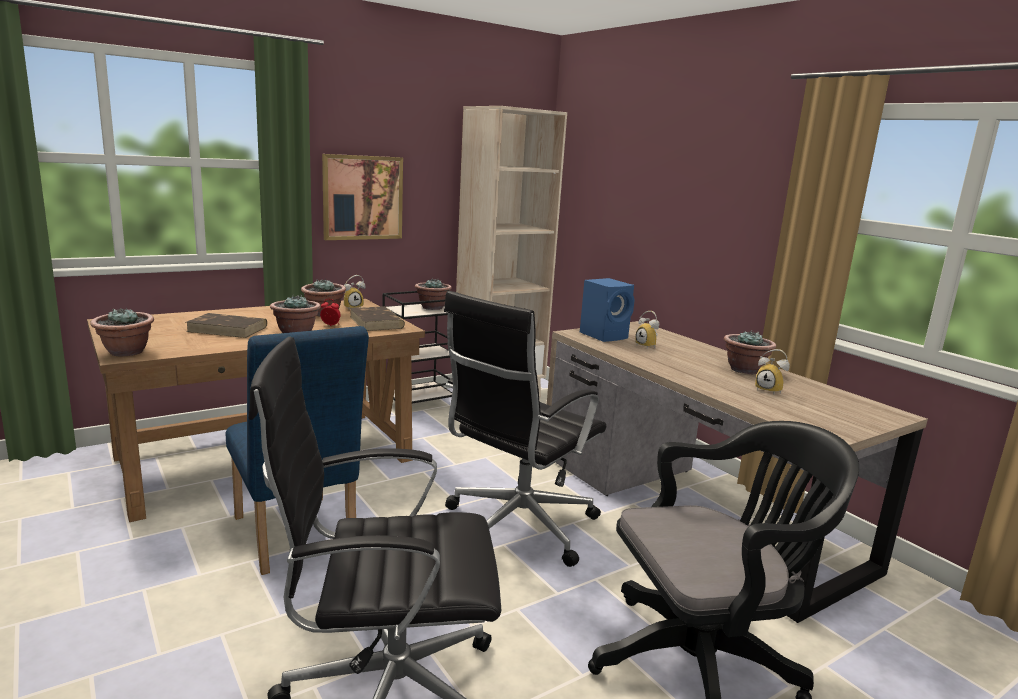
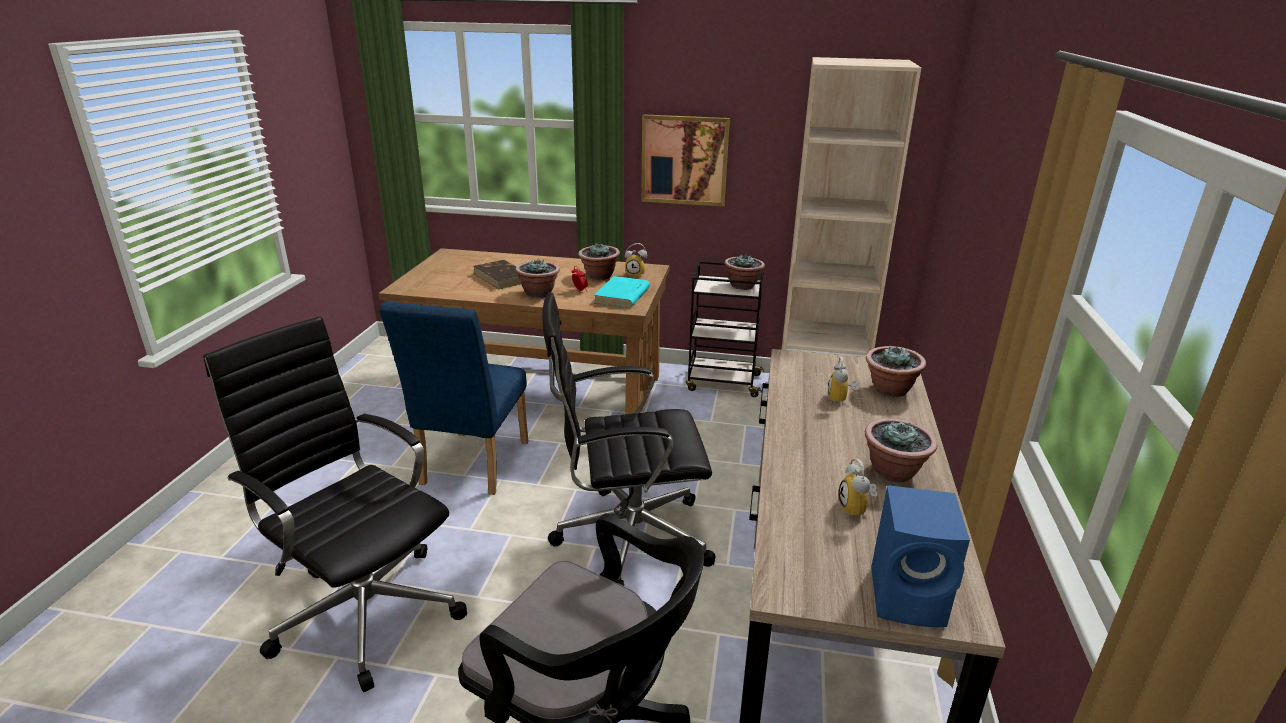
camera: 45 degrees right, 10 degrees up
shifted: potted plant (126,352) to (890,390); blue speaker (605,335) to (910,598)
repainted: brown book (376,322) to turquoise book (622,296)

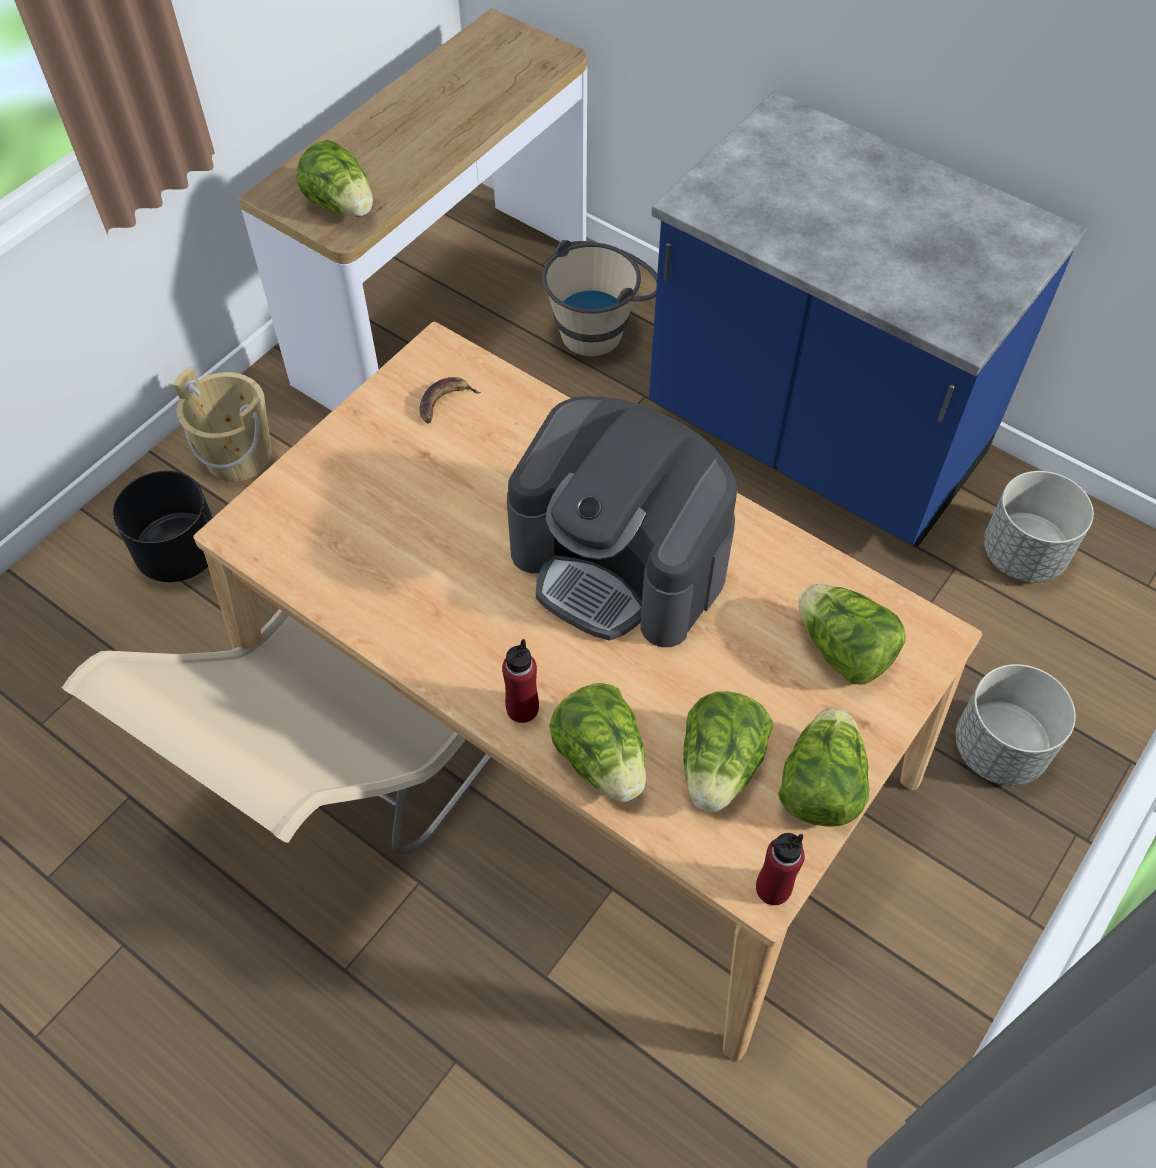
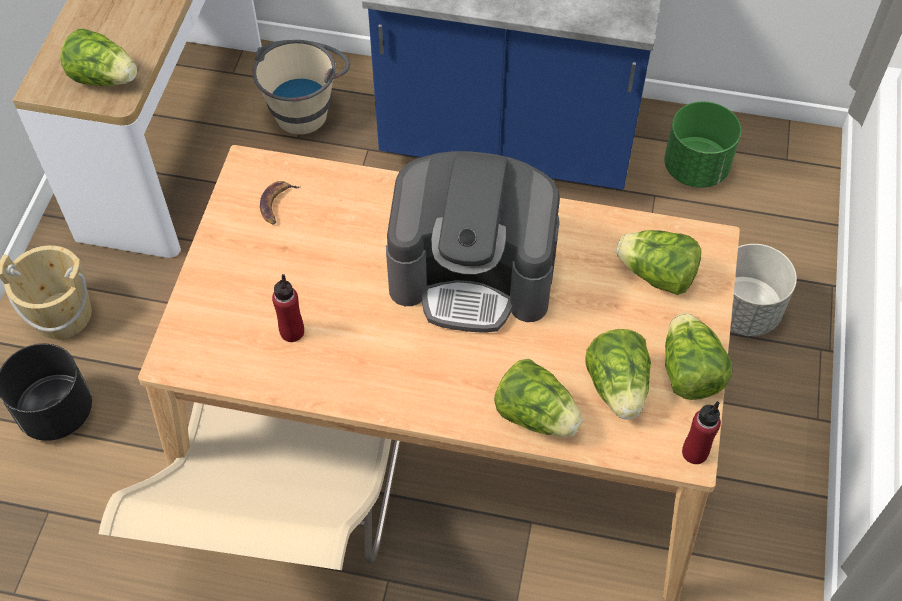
camera: 25 degrees left, 0 degrees up
shifted: red bottle (522,708) to (292,332)
repainted: grey planter (1023,554) to green planter (696,168)

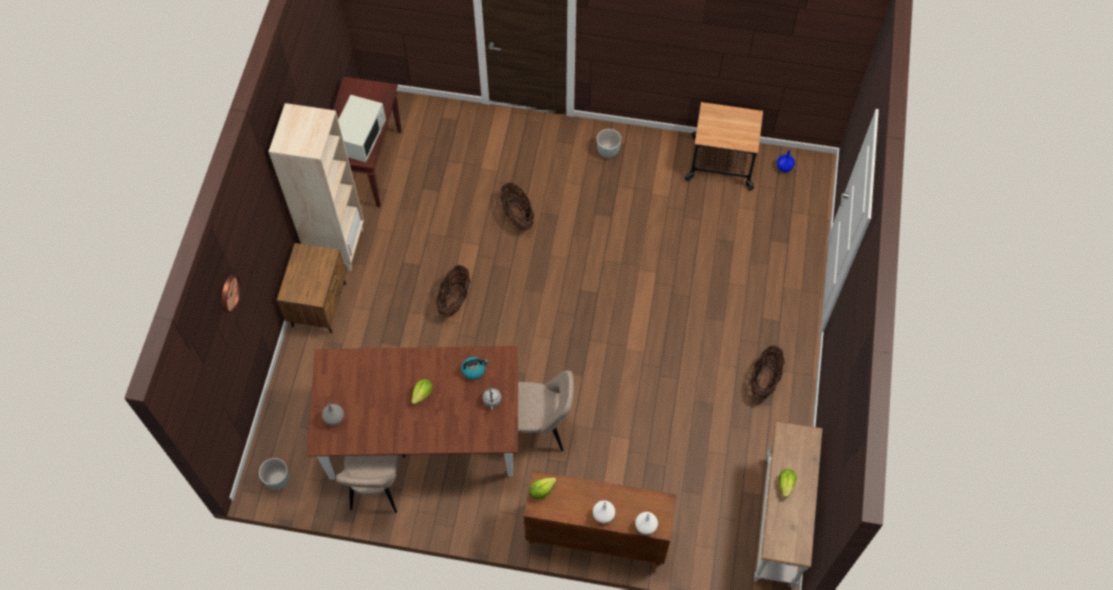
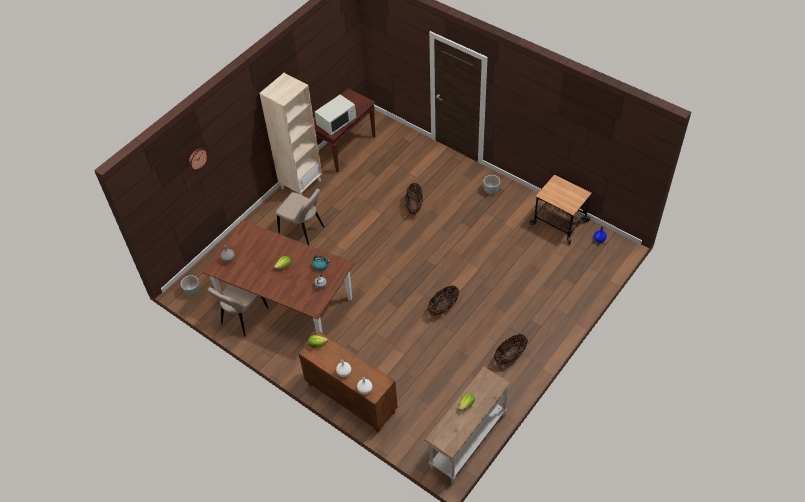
camera: 30 degrees right, 10 degrees down
gone: brown nightstand (320,305)
shifted: basket (454,299) to (443,307); beige chair (538,428) to (303,231)

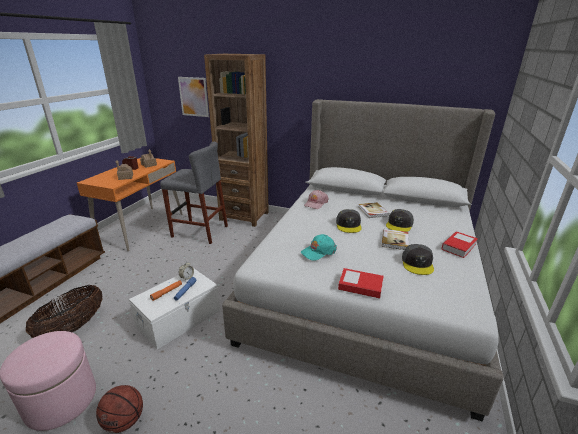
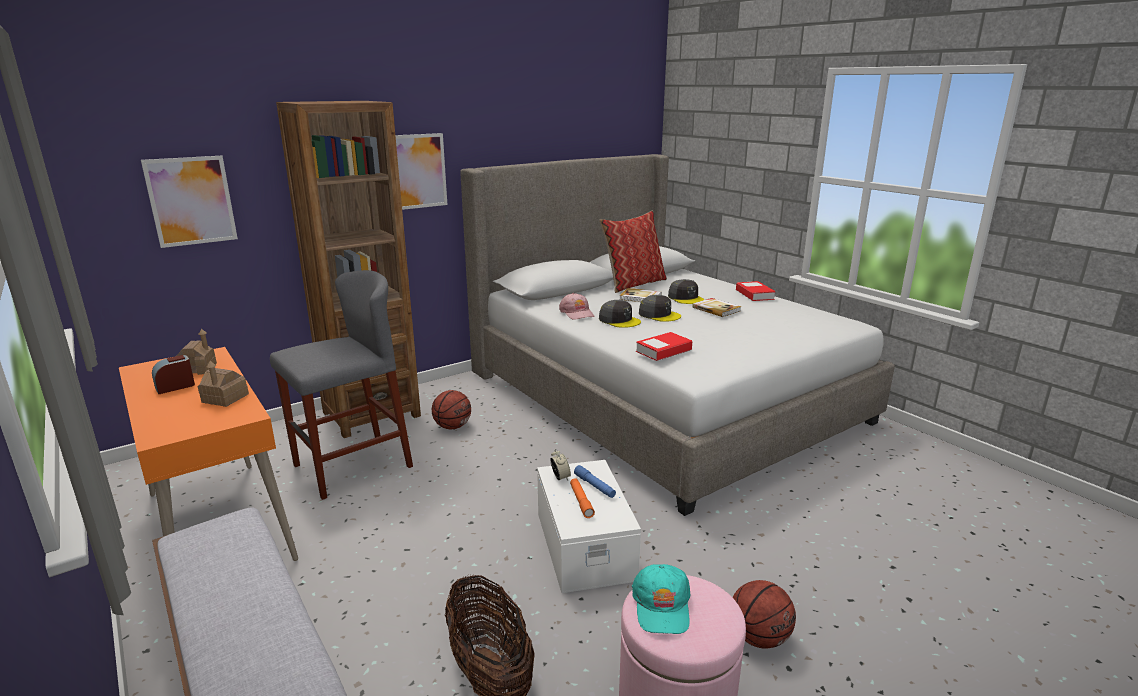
camera: 55 degrees left, 5 degrees down
new: picture (417,171); basketball (452,426); pillow (633,284)
shifted: turquoise cap (318,251) to (662,606); book (360,286) to (663,351); grey cap (417,263) to (619,320)

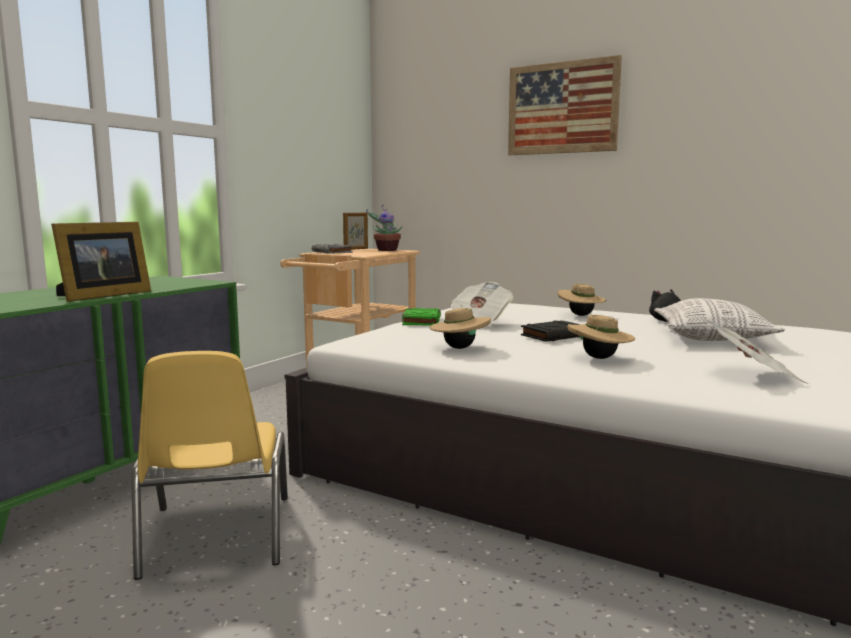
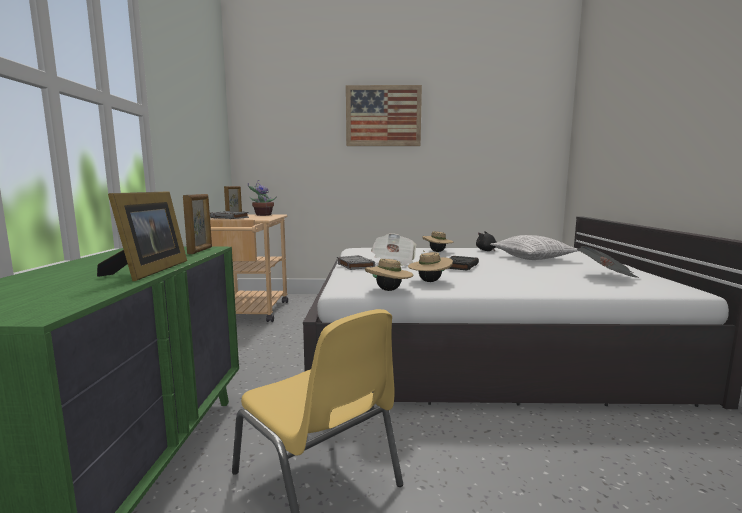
camera: 30 degrees left, 0 degrees up
new: picture frame (200,250)
shifted: beige hat (599,358) to (389,290)
repainted: green book (421,321) to grey book (354,265)

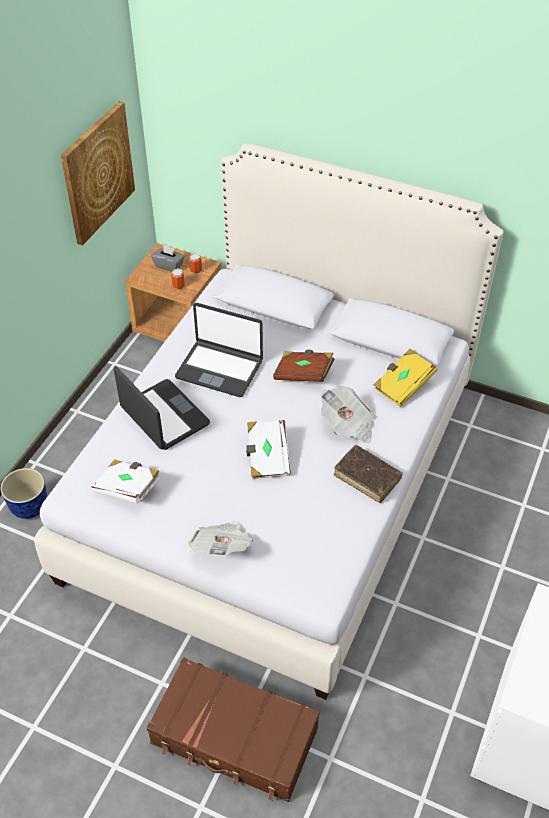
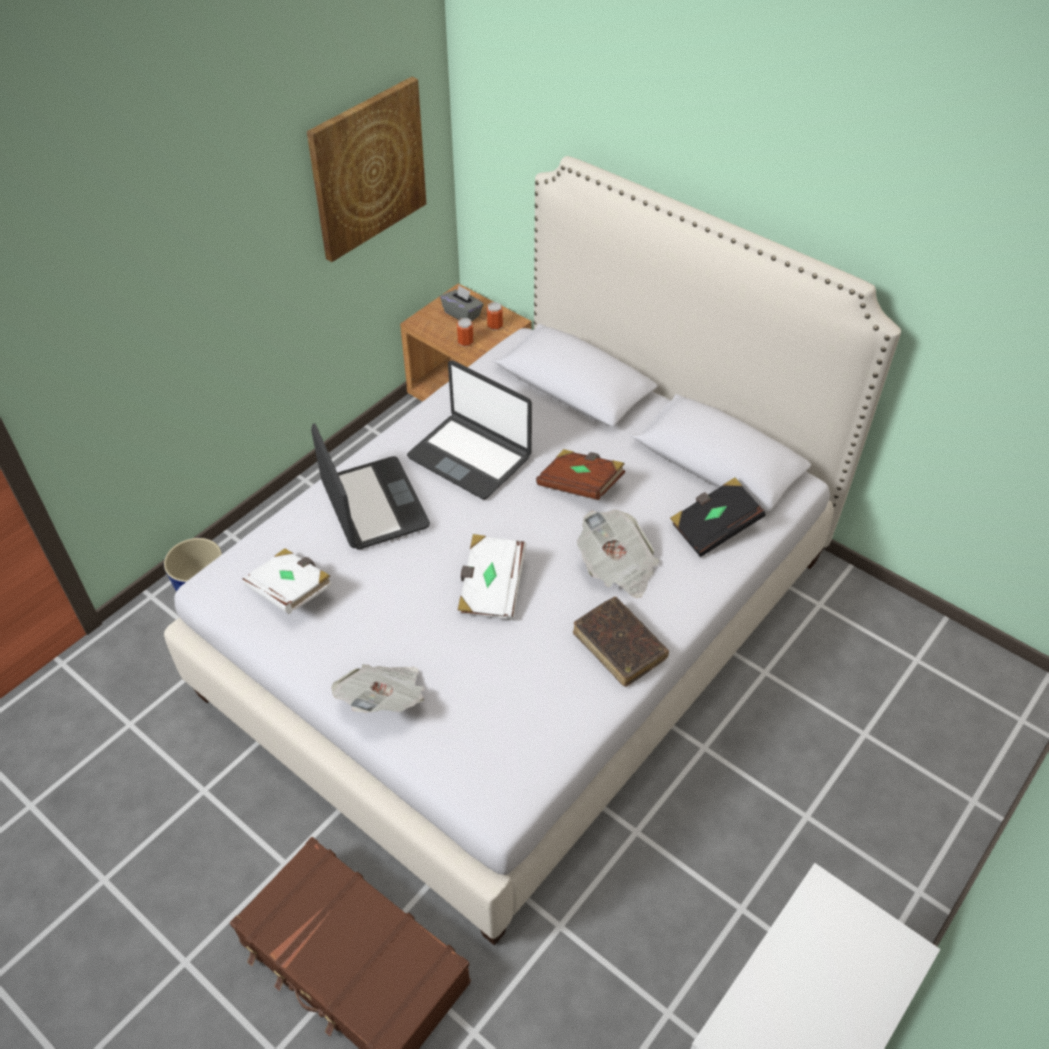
camera: 15 degrees right, 0 degrees up
repainted: yellow book (403,385) to black book (714,527)

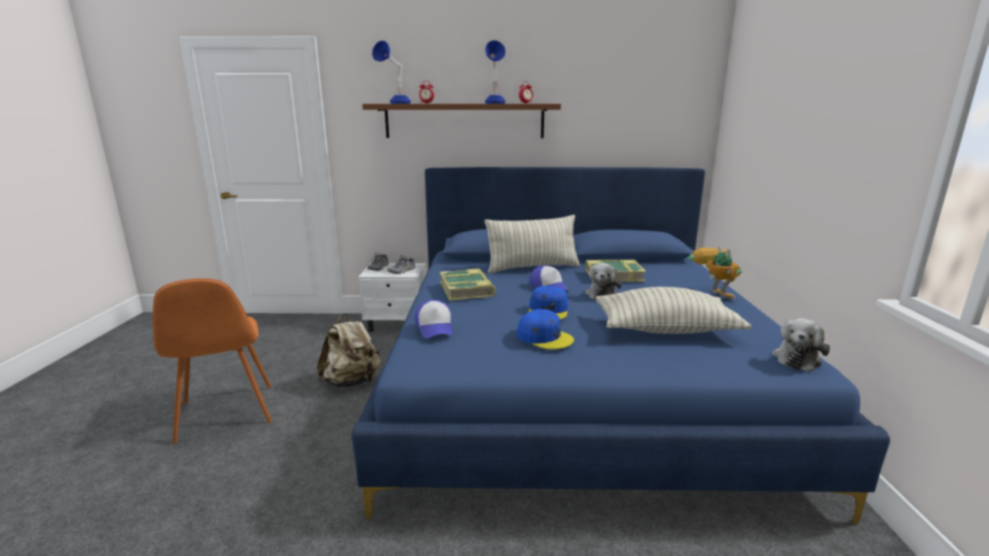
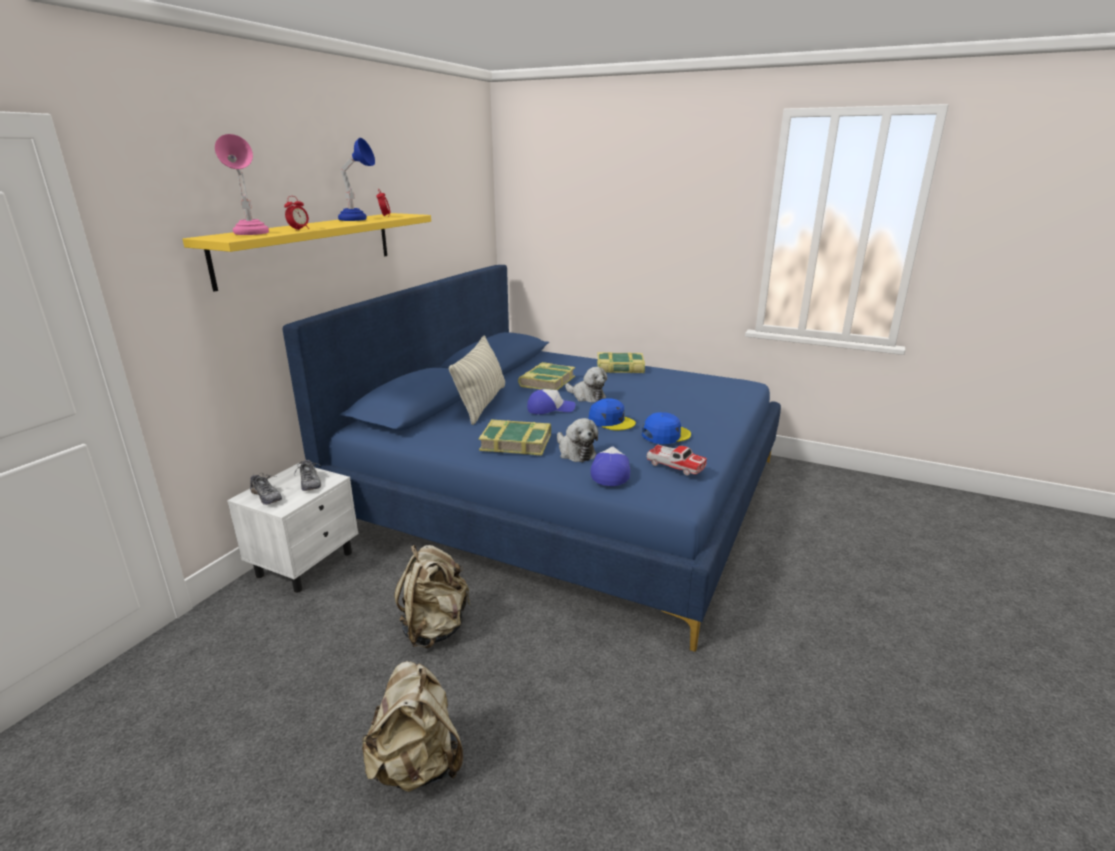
camera: 65 degrees left, 5 degrees up
gone: pillow (665,330)
new: toy car (675,465)
shifted: plush toy (797,358) to (575,452)
swapped: orange chair (226,414) to beige backpack (417,765); toy robot (711,294) to book (620,368)
repainted: brown shelf (464,121) to yellow shelf (308,247); blue table lamp (395,103) to pink table lamp (251,234)
rotated: cap (435,327) = (610,472) 90 degrees counterclockwise

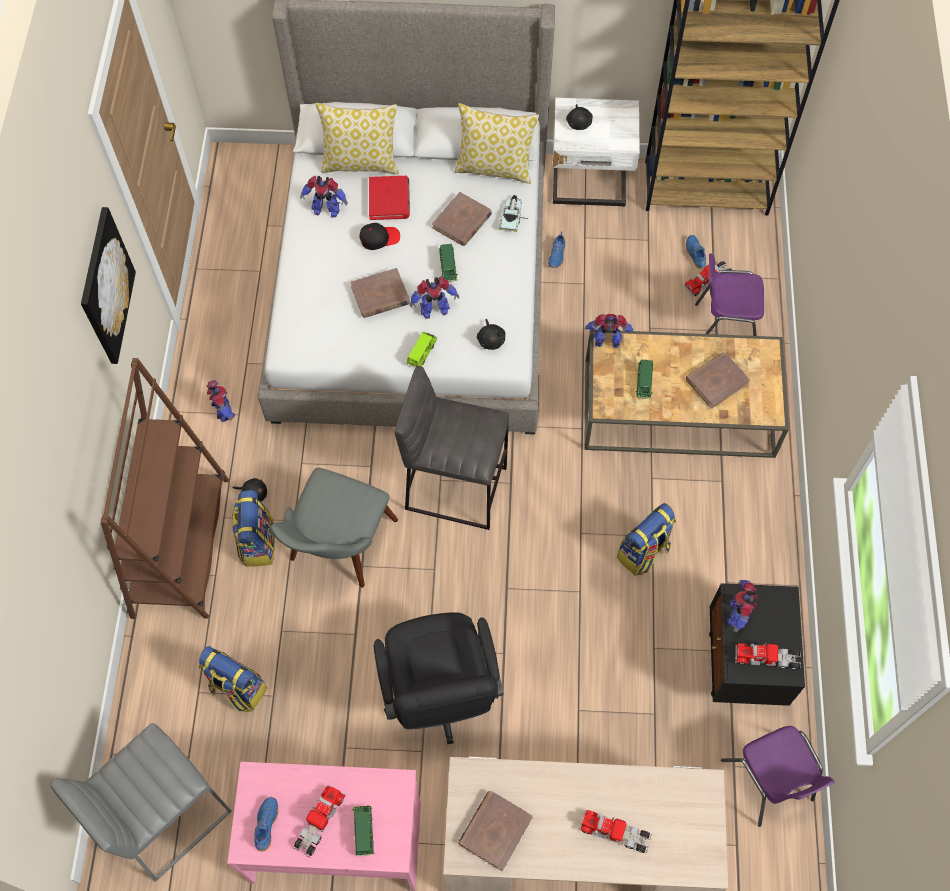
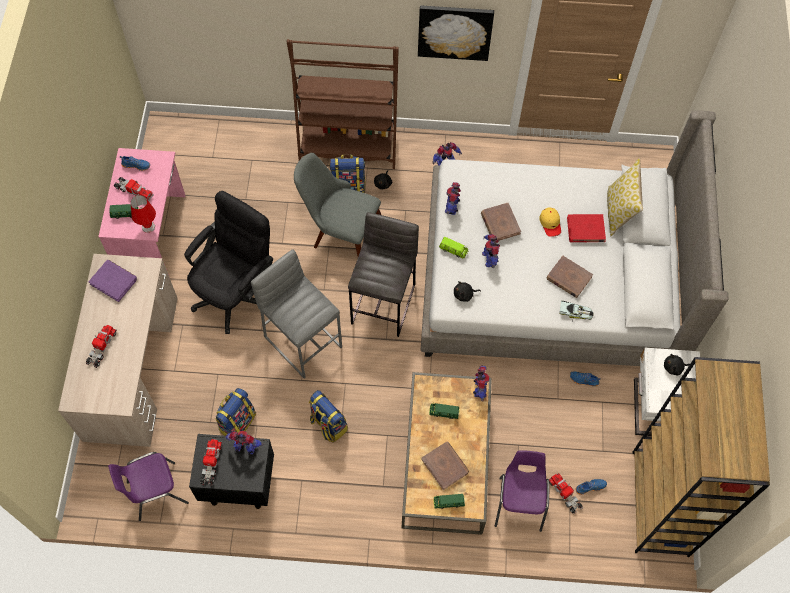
camera: 90 degrees right, 0 degrees up
gone: pillow (495,168)
new: red table lamp (148,226)
shifted: grey stool (167,816) to (303,341); backpack (237,688) to (237,422); toy robot (326,209) to (452,206); green toy car (448,267) to (448,502)
repainted: black cap (379,238) to yellow cap (550,223); brown book (495,830) to purple book (114,281)
rotated: black office chair (439,696) = (236,291) 135 degrees clockwise

